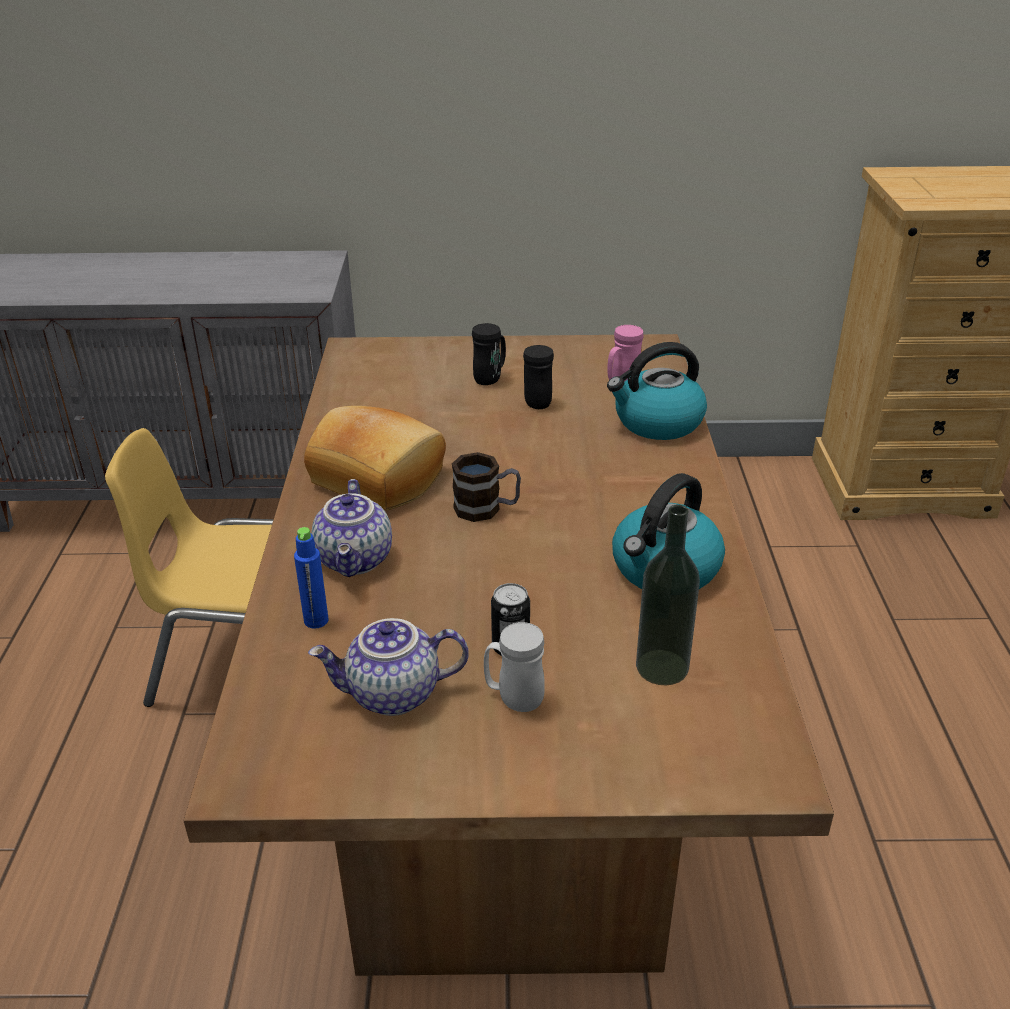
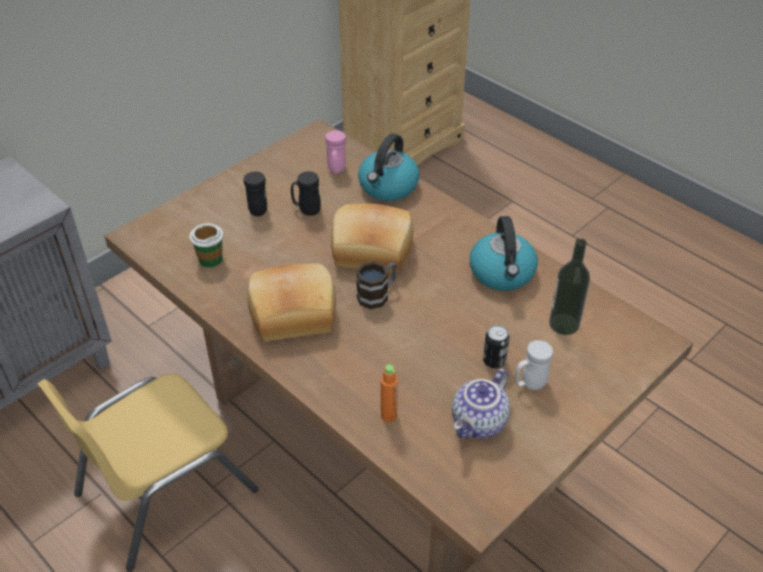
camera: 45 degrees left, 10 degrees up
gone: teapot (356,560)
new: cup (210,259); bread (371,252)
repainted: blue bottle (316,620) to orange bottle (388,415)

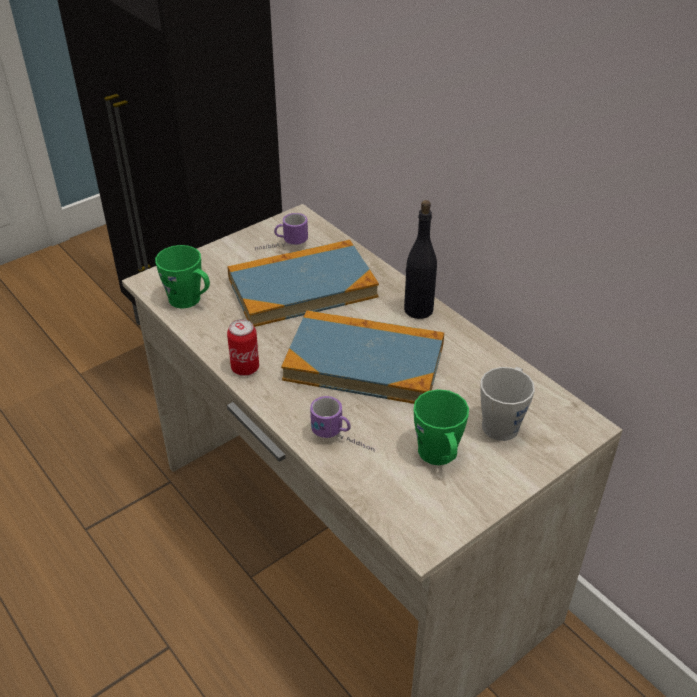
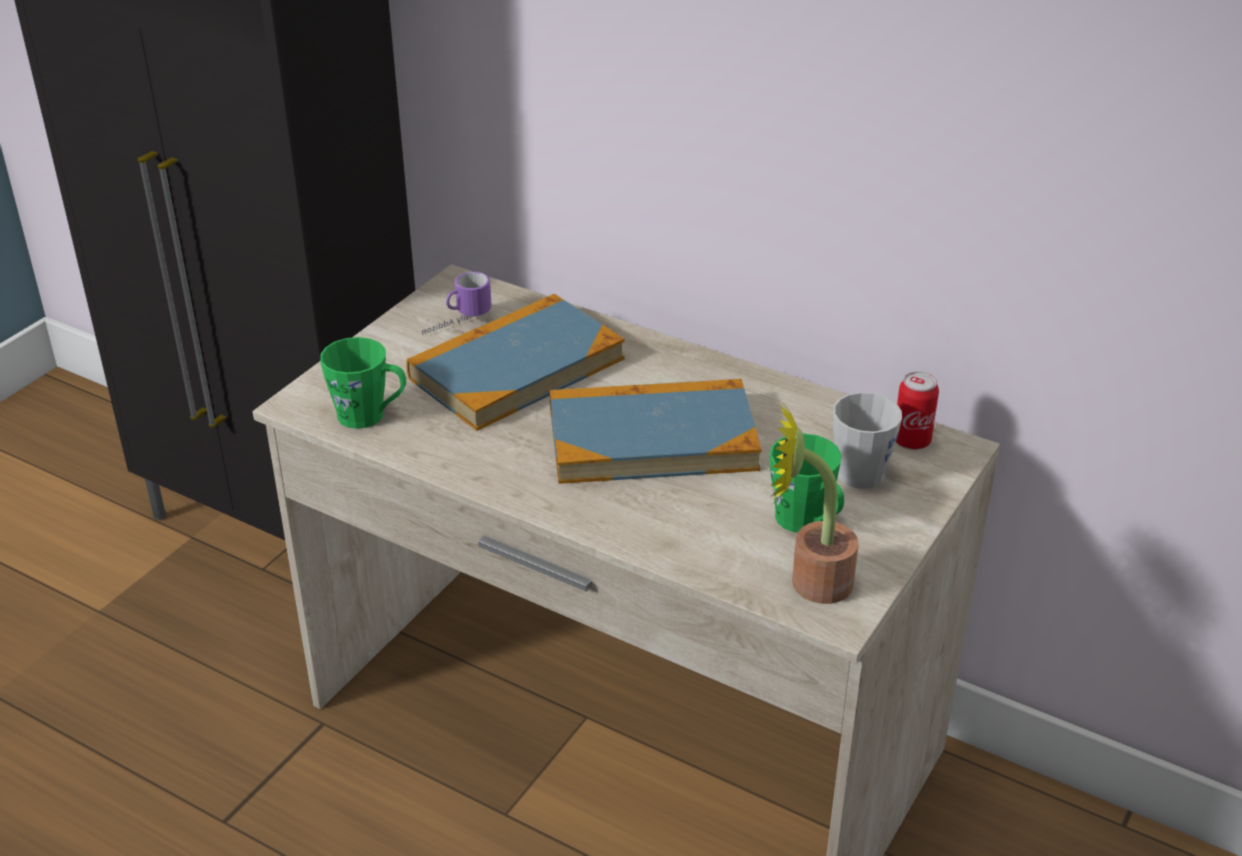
camera: 20 degrees left, 5 degrees down
gone: mug (343,440); black bottle (418,309)
new: potted plant (808,581)
shifted: can (245,368) to (911,441)

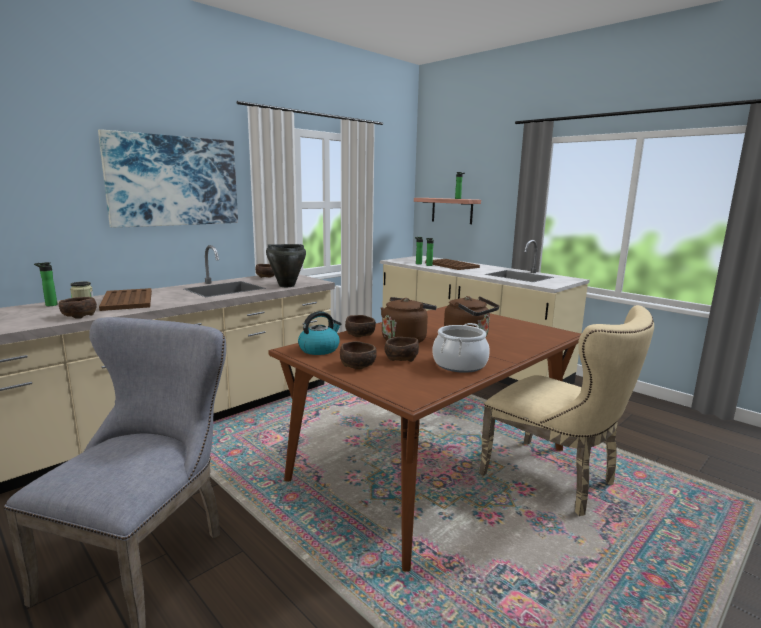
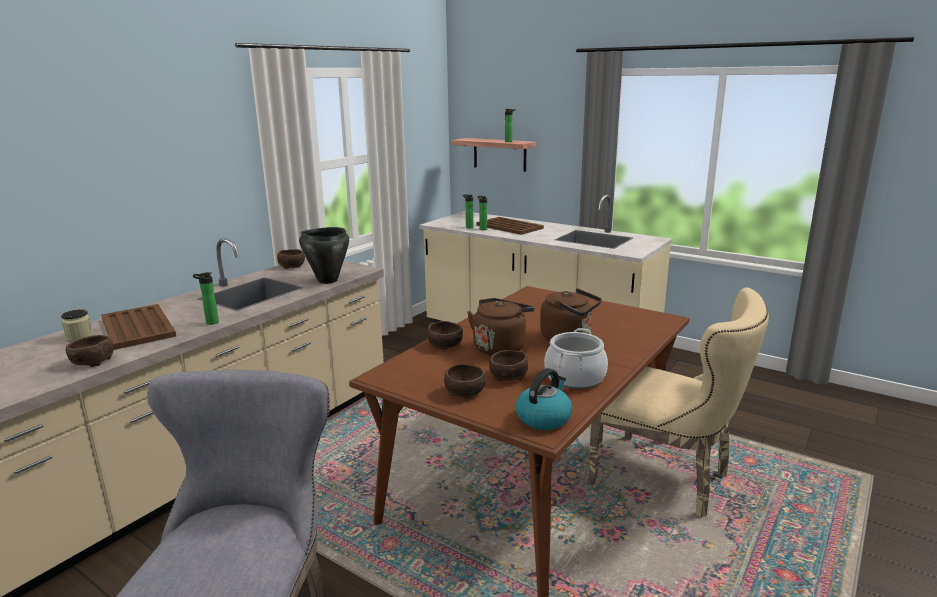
camera: 10 degrees left, 5 degrees up
gone: picture (174,181)
shifted: bottle (49,305) to (210,322); kettle (319,349) to (543,418)

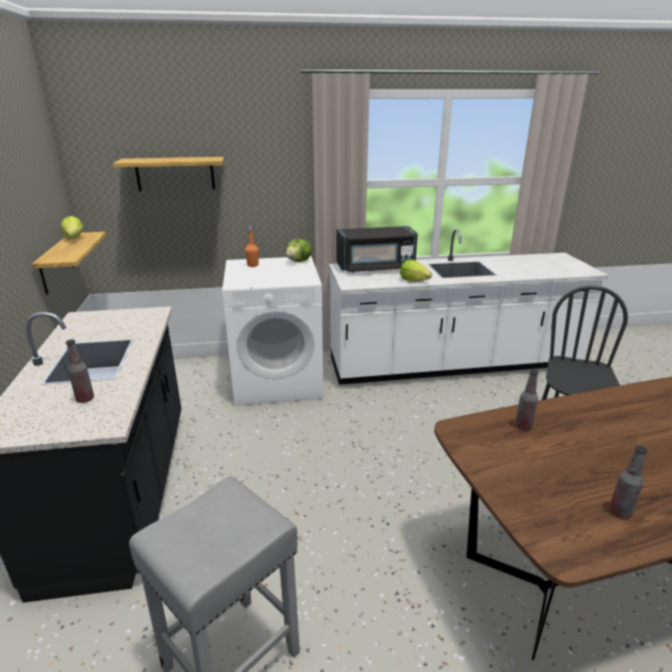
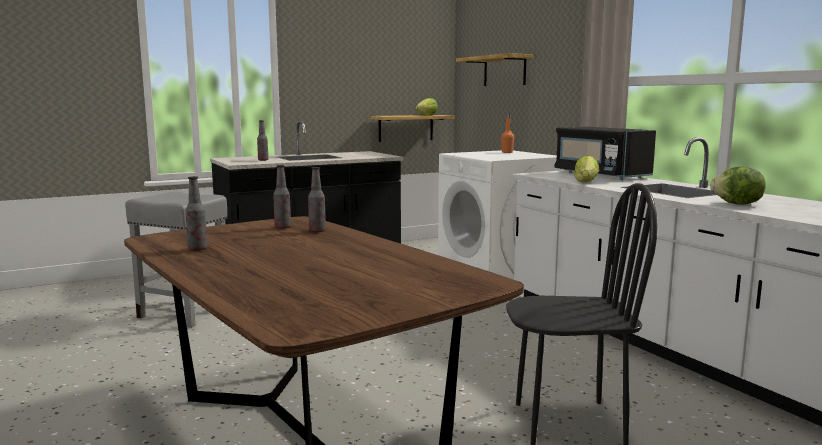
camera: 70 degrees right, 15 degrees down
new: bottle (282,227)
shifted: lettuce (299,261) to (737,204)

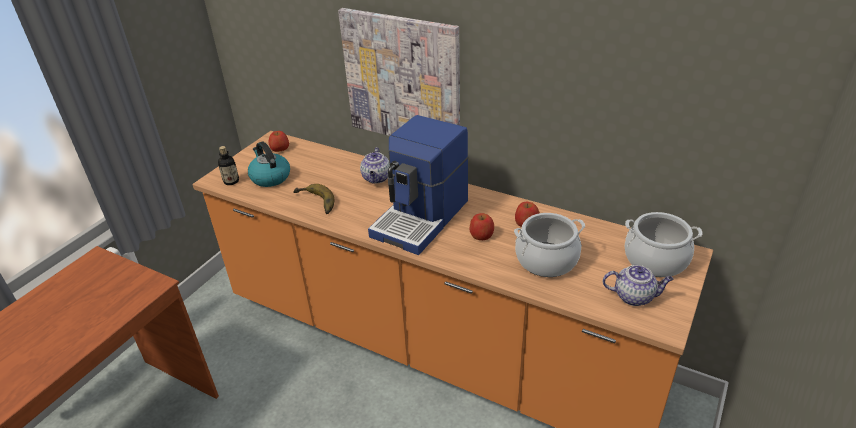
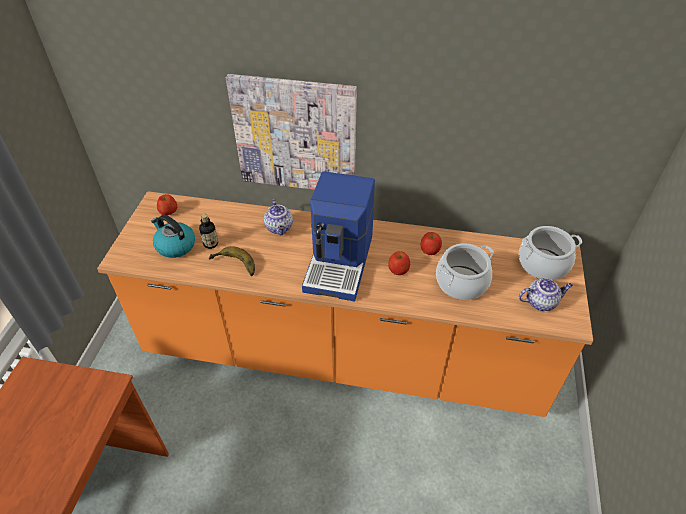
camera: 20 degrees left, 10 degrees up
shifted: bottle (231,181) to (211,244)

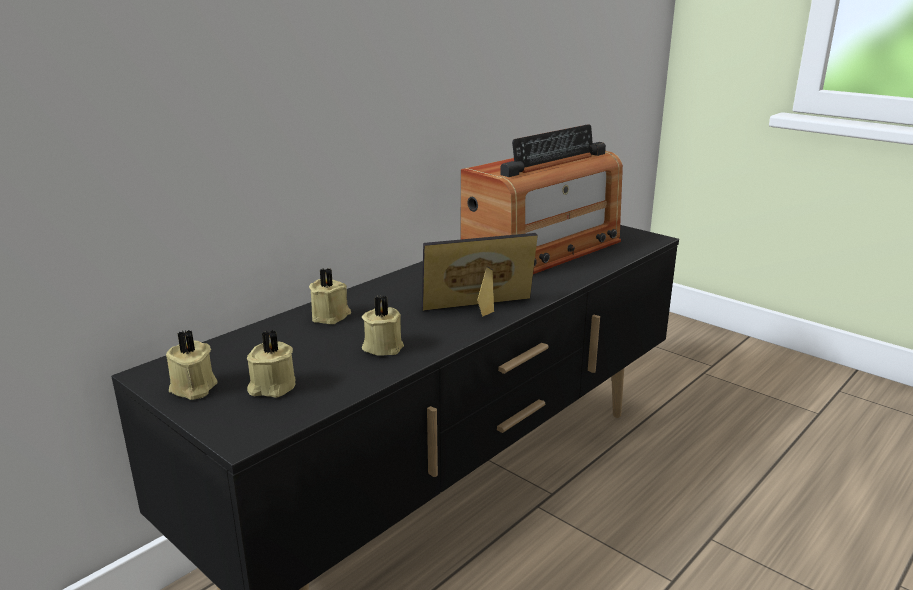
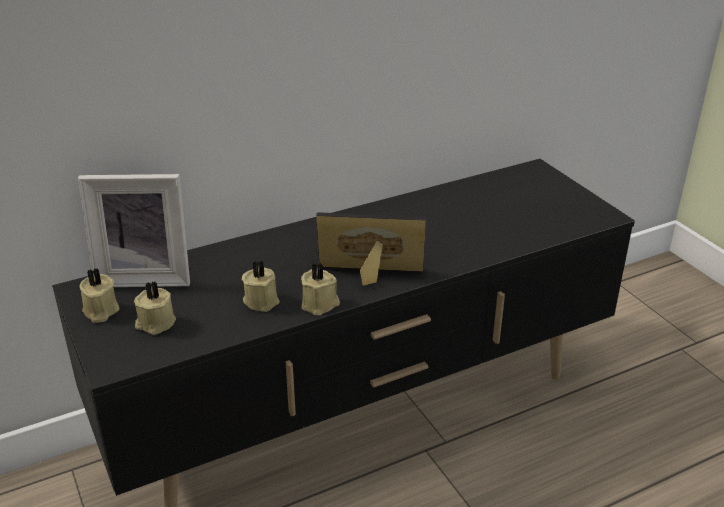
camera: 20 degrees right, 10 degrees up
gone: radio (543,249)
new: picture frame (145,275)
shifted: beige candle (331,316) to (320,304)

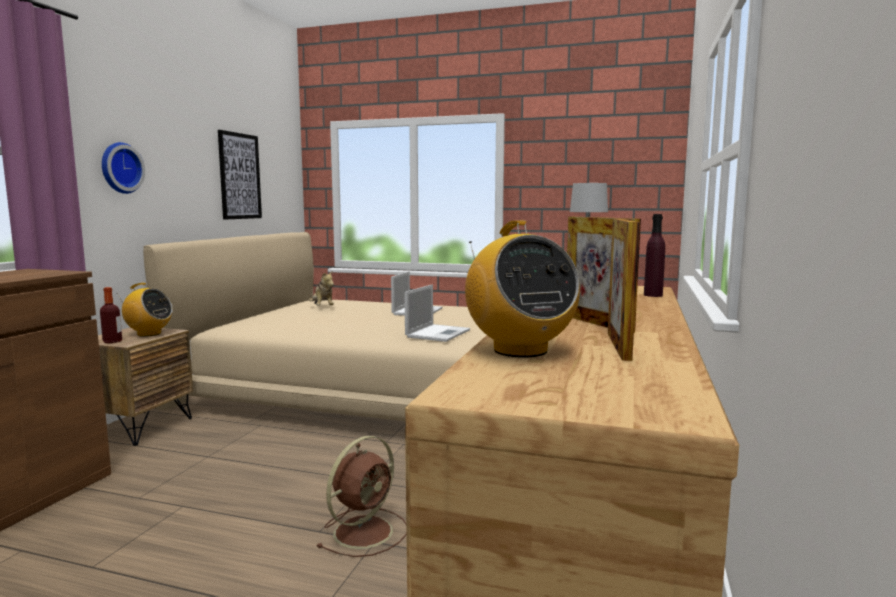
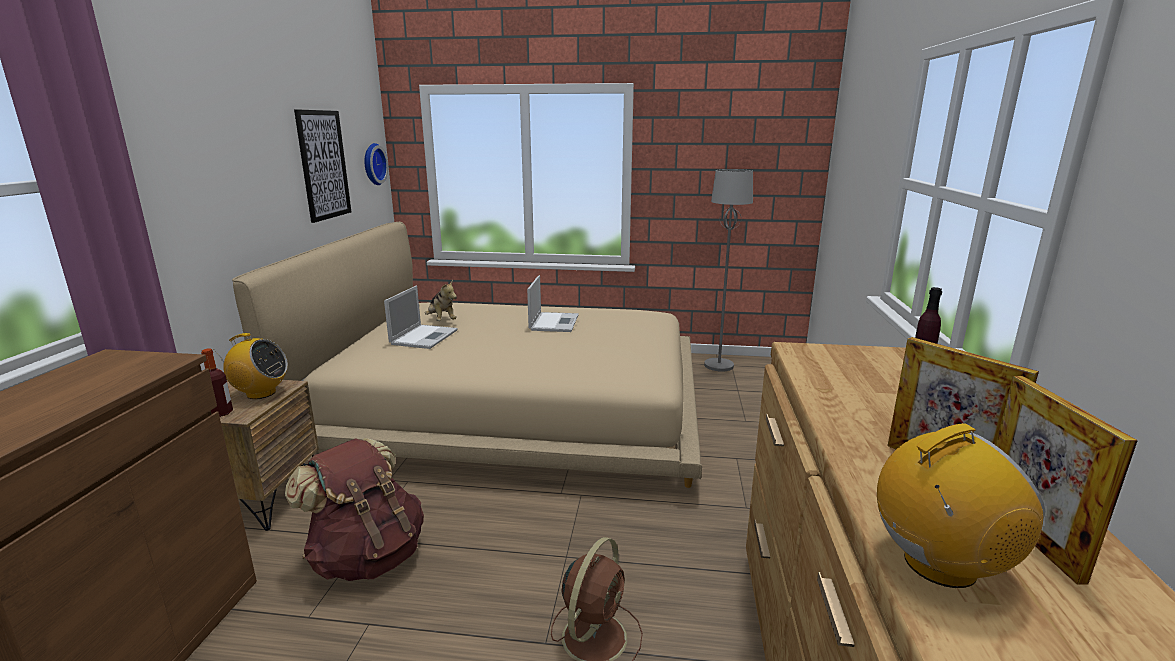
camera: 10 degrees left, 10 degrees up
new: brown backpack (367,557)
shifted: wall clock (119,168) to (372,164); laptop (438,333) to (424,337)
rotated: radio (519,350) = (939,565) 75 degrees counterclockwise

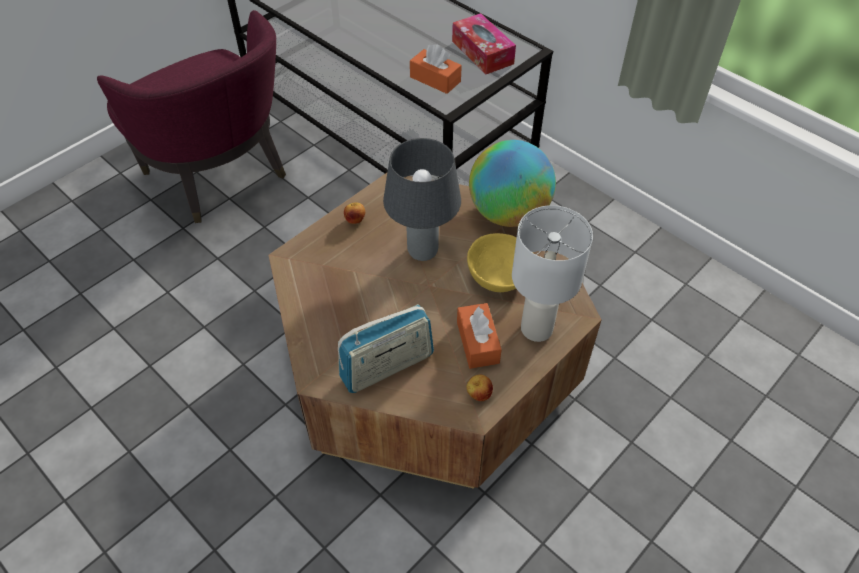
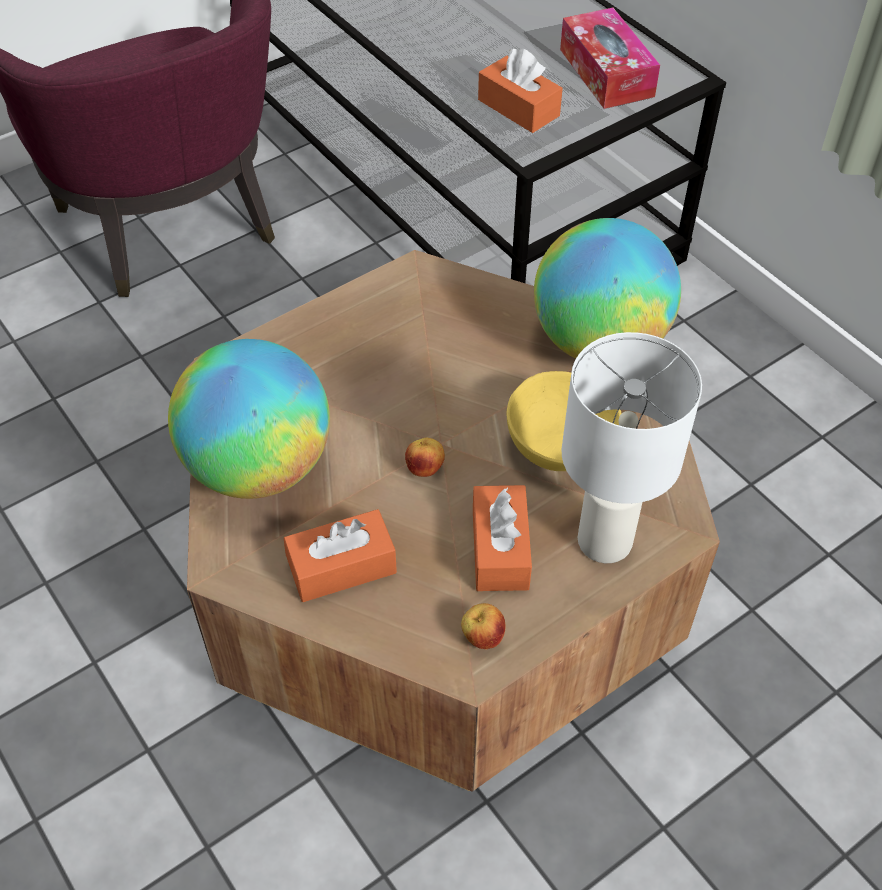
camera: 10 degrees right, 0 degrees up
gone: grey table lamp (421,251)
new: globe (259,466)
shifted: apple (355,220) to (425,469)
swapped: radio (387,366) to orange tissue box (342,567)

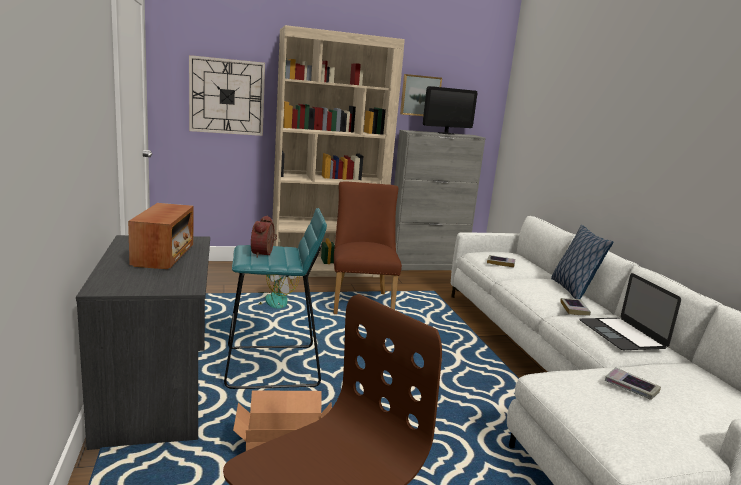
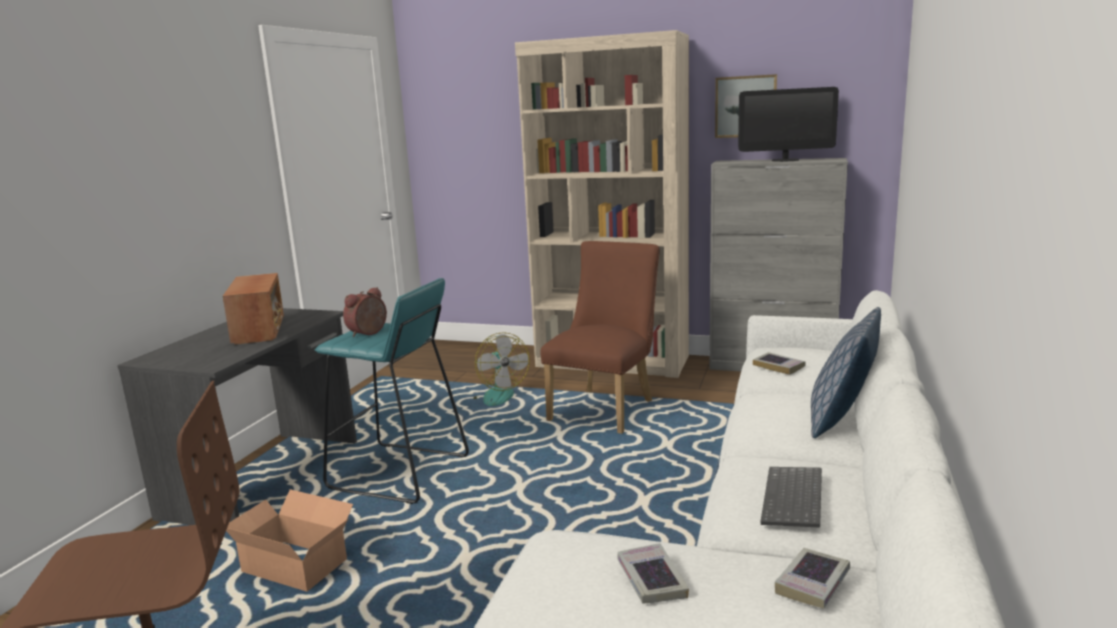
camera: 35 degrees right, 0 degrees up
gone: wall clock (227,96)
shifted: book (574,309) to (812,583)
swapped: laptop (622,334) to keyboard (794,499)
rotated: radio (164,255) = (259,330) 45 degrees counterclockwise

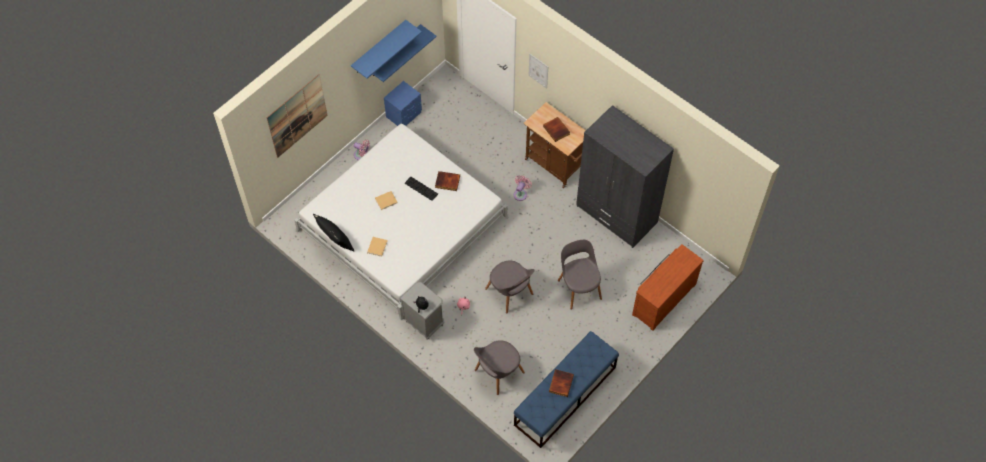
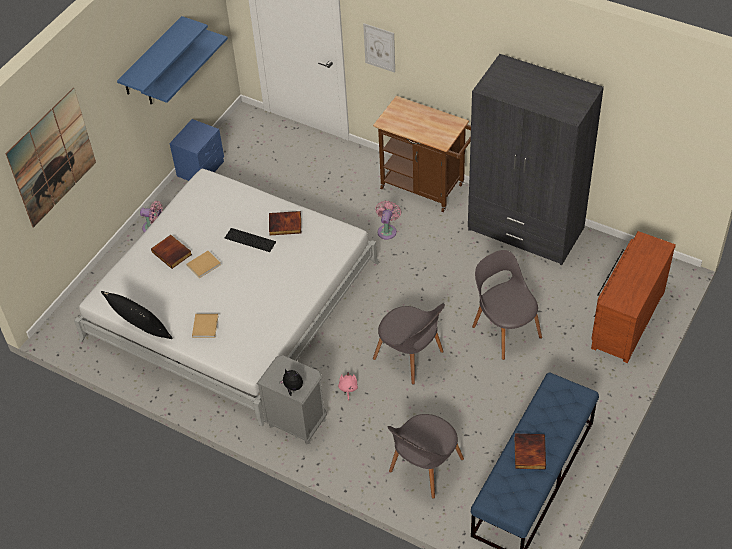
camera: 10 degrees left, 10 degrees down
shifted: book (557,130) to (172,253)

